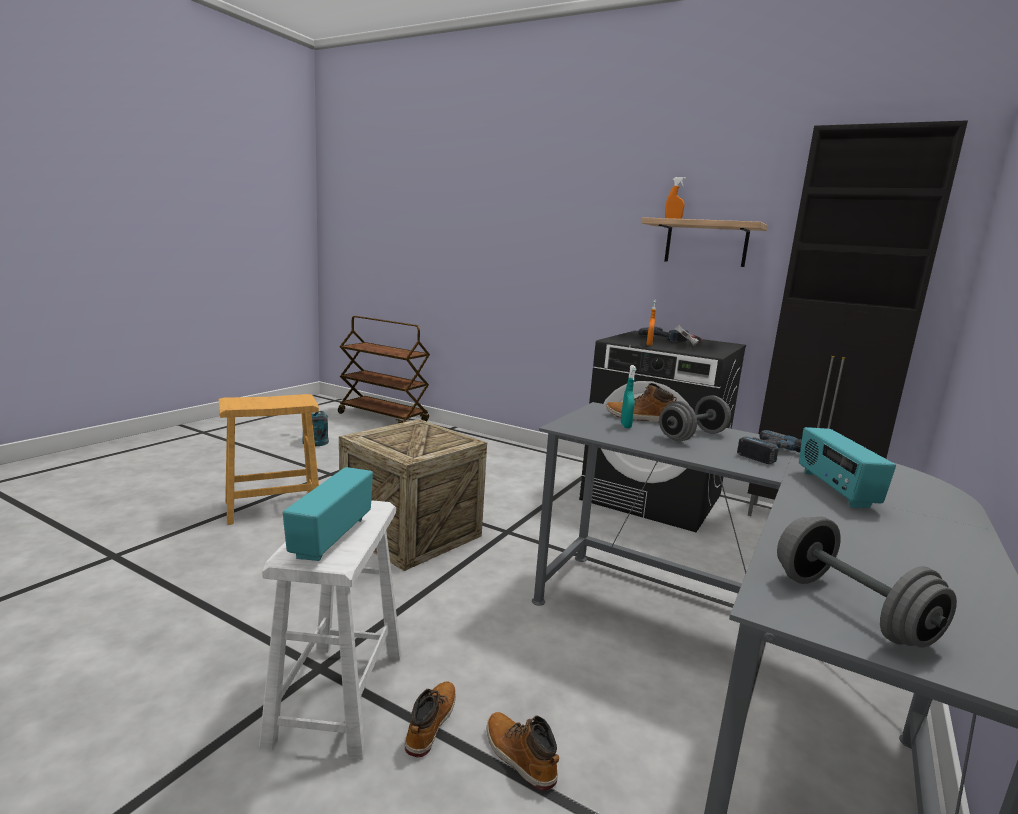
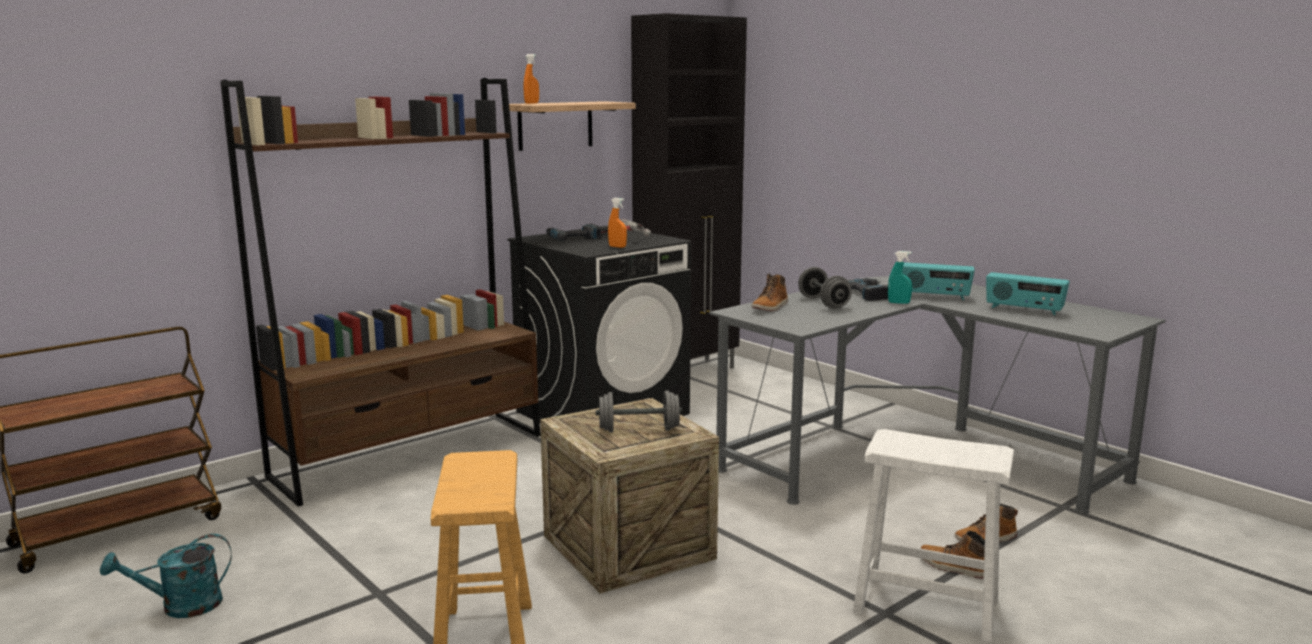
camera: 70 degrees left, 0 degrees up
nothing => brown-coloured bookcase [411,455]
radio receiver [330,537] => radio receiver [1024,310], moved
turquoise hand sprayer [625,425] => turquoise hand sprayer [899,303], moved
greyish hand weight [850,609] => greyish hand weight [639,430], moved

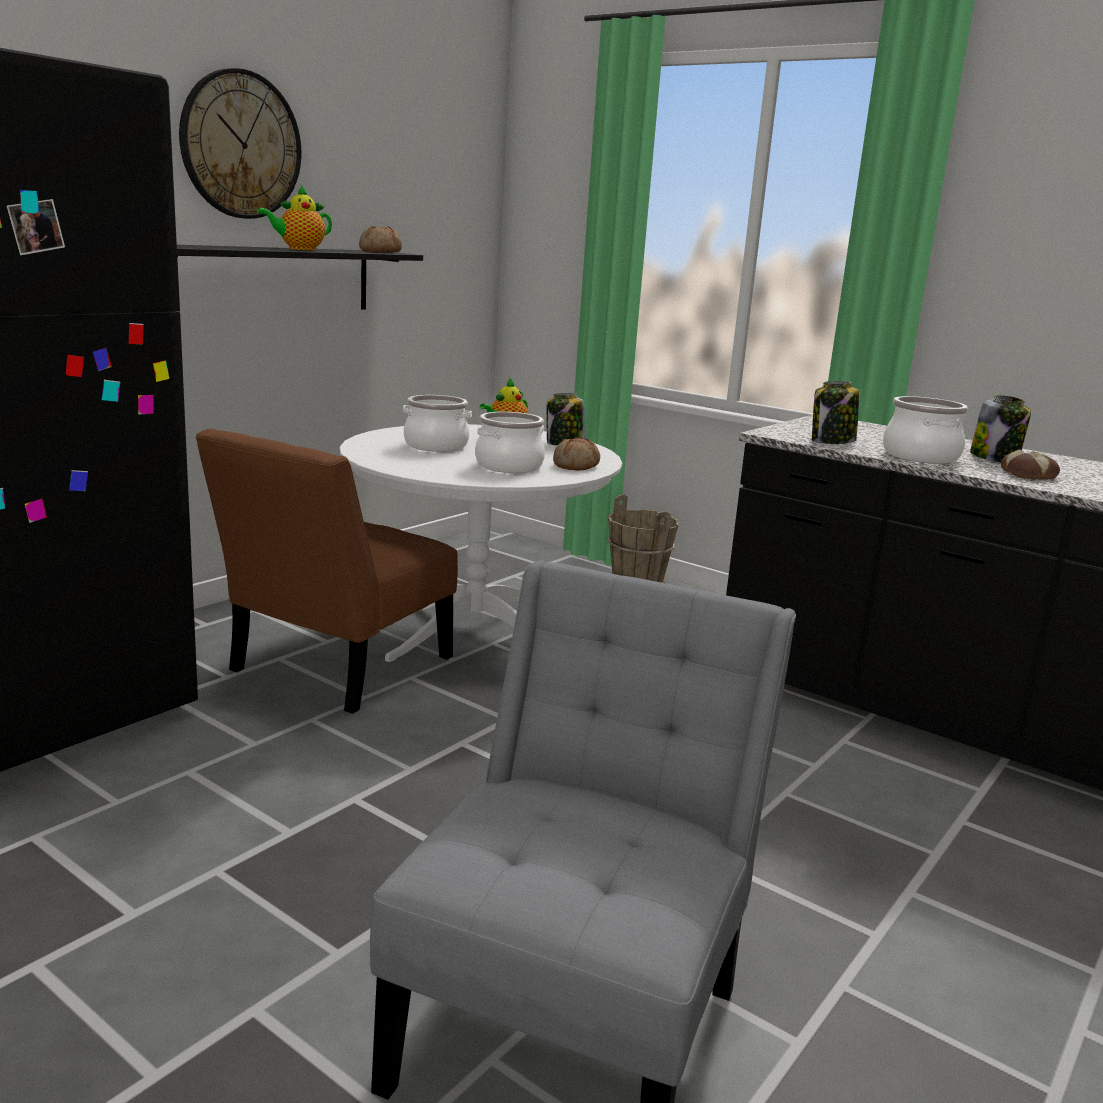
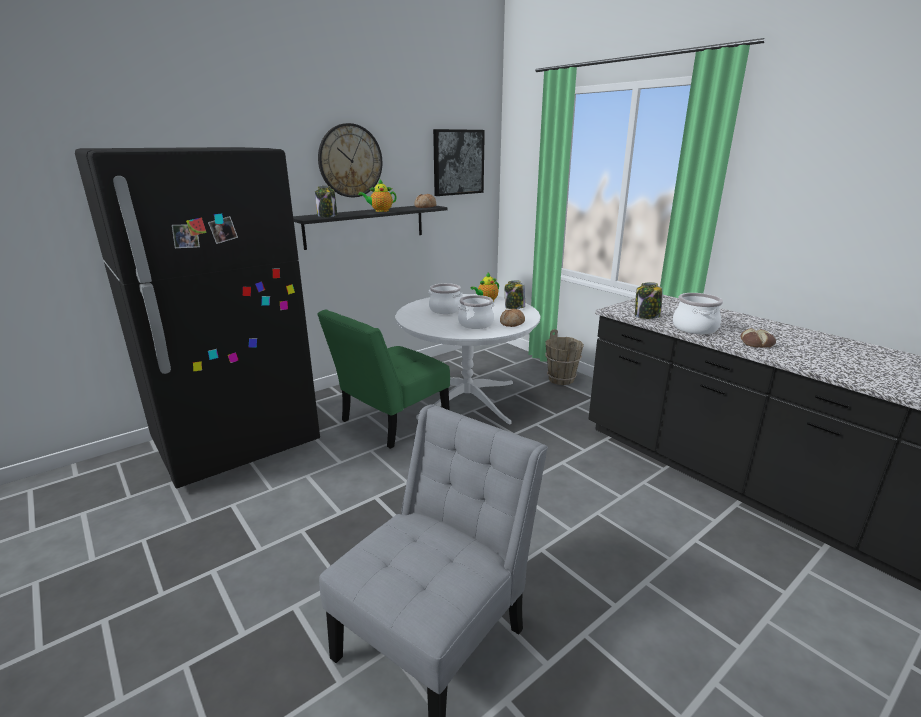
camera: 15 degrees right, 5 degrees up
nothing => wall picture [458,162]
jar [995,458] => jar [327,216], moved
brown-coloured plain chair [334,669] => green-coloured plain chair [390,422]

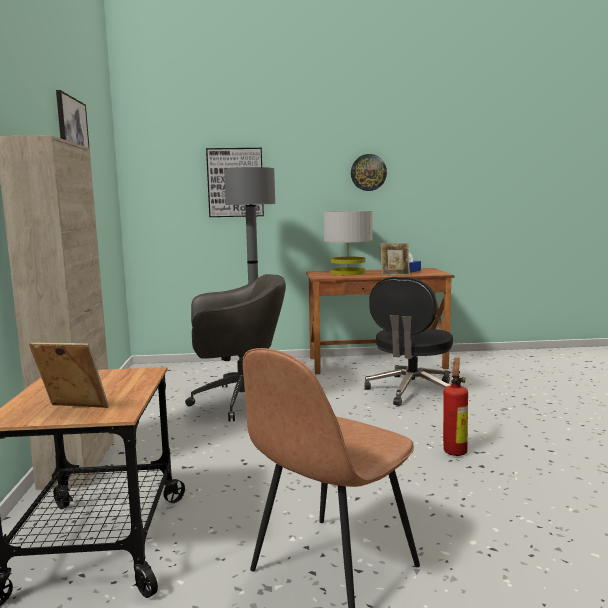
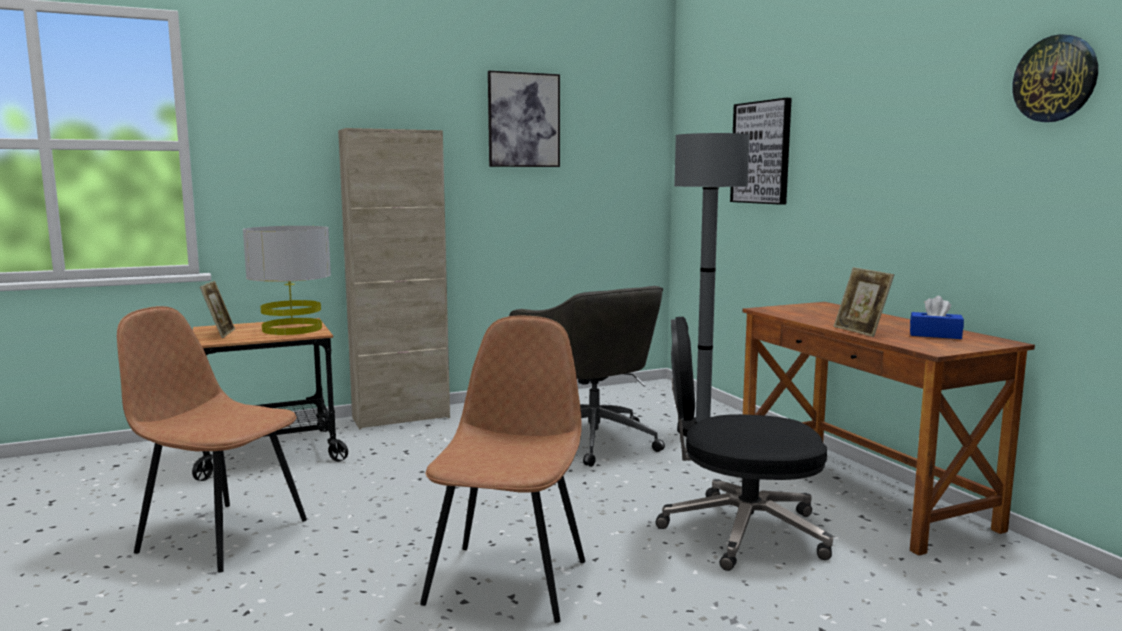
camera: 70 degrees right, 0 degrees up
greyish table lamp [348,273] => greyish table lamp [292,329], moved
wall clock [368,172] => wall clock [1055,79], moved
extinguisher [455,450] => brown-coloured plain chair [509,580]

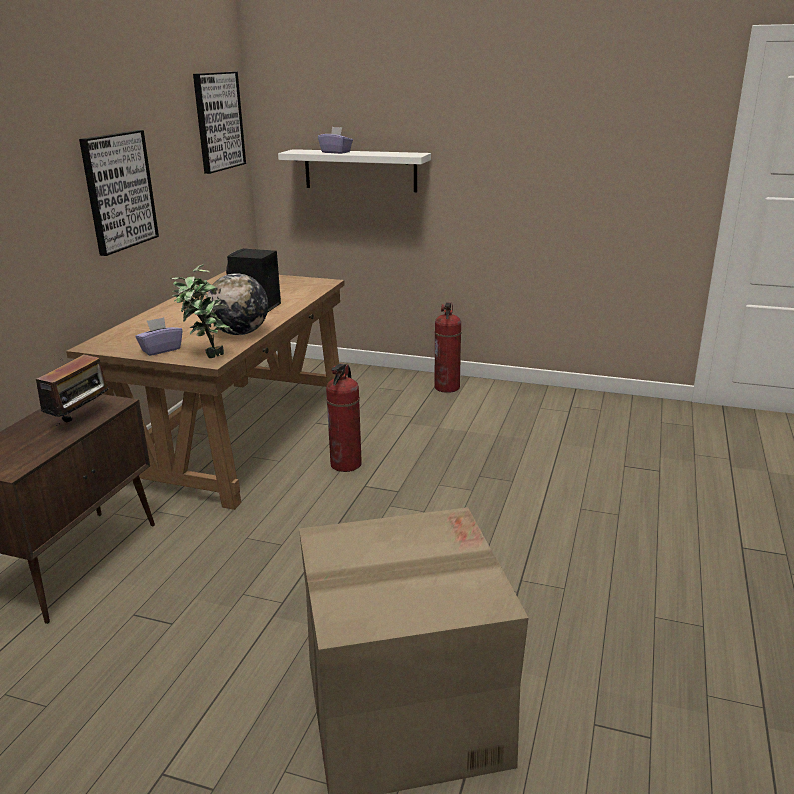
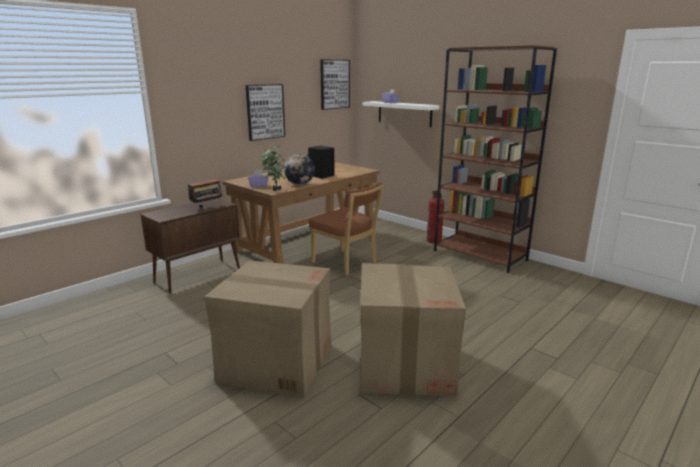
camera: 25 degrees right, 5 degrees down
nothing => carton [405,364]
nothing => brown-coloured bookcase [480,255]
extinguisher [346,464] => brown-coloured plain chair [346,264]

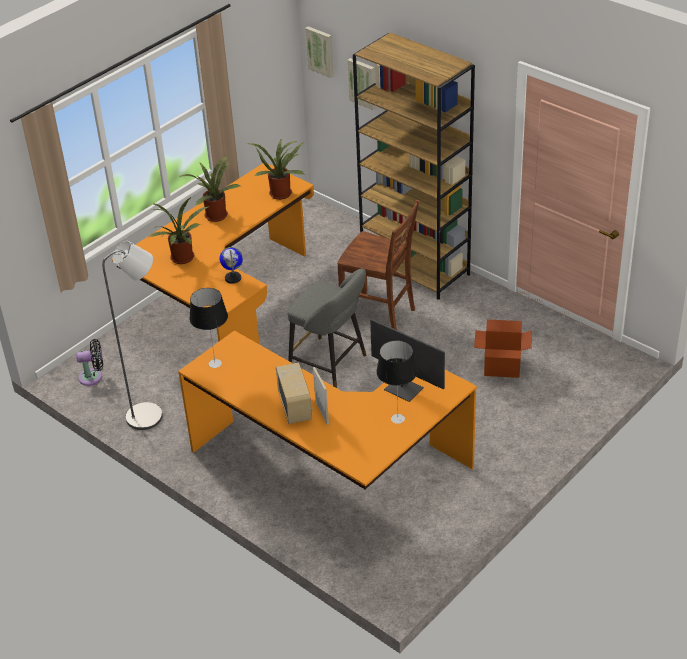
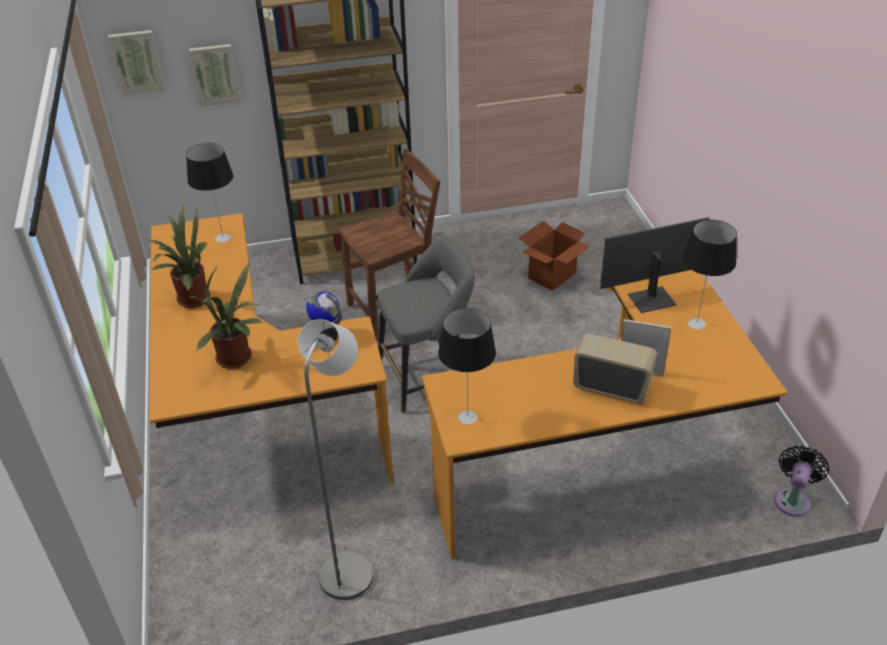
camera: 55 degrees left, 0 degrees up
black-coloured fan [93,377] => black-coloured fan [792,499], moved
plant in a pot [281,192] => table lamp [223,238]

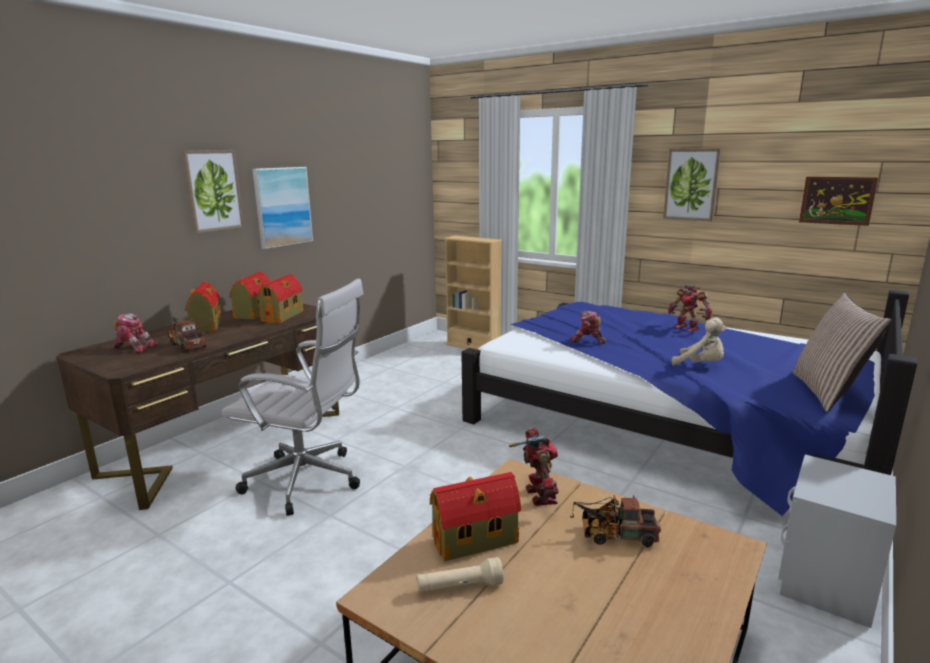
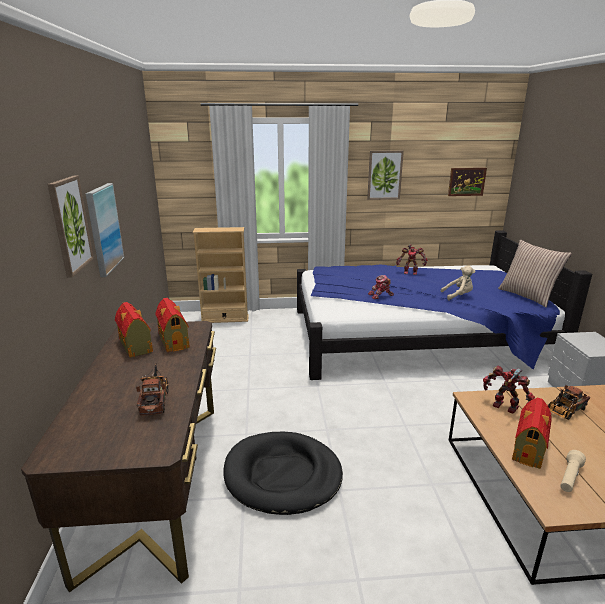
camera: 40 degrees left, 5 degrees up
robot figure [134,348] => nothing
toy house [206,326] => nothing
whitish computer chair [308,481] => black-coloured dog bed [282,475]
toy truck [186,344] => toy truck [155,400], 75 degrees clockwise

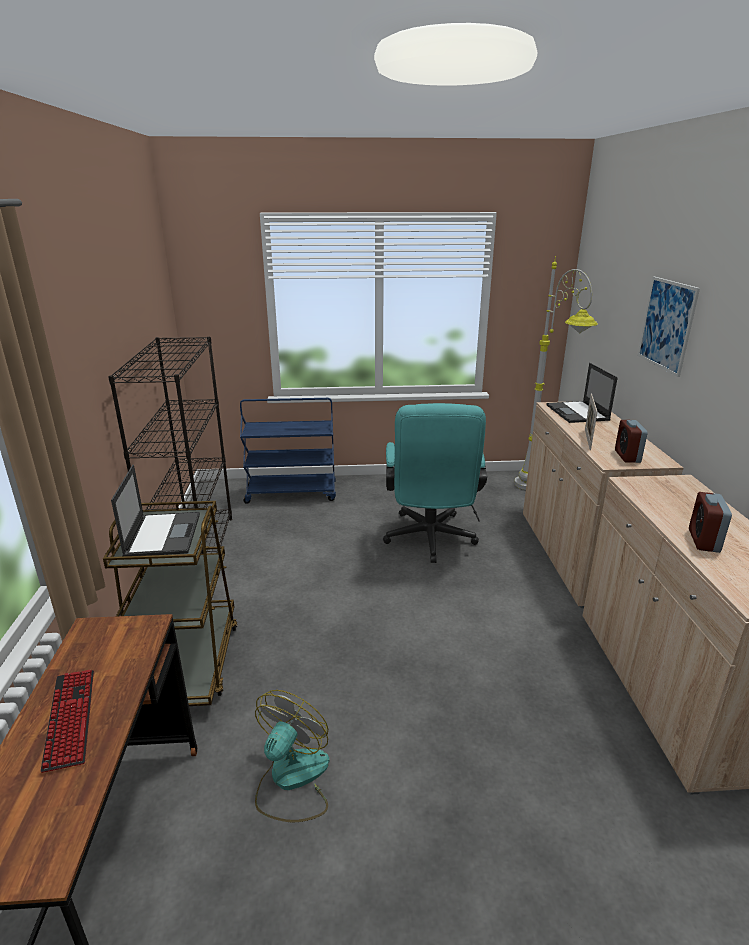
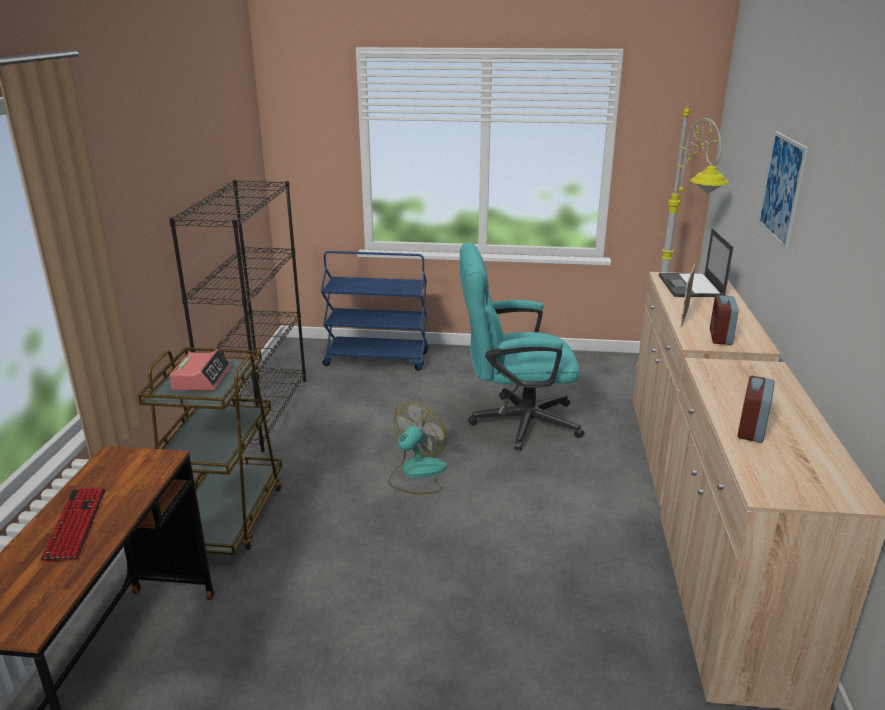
camera: 10 degrees right, 0 degrees up
fan [291,780] => fan [416,474], moved
laptop [163,534] => bedside clock [202,378]
turquoise computer chair [430,541] => turquoise computer chair [514,422], 75 degrees clockwise

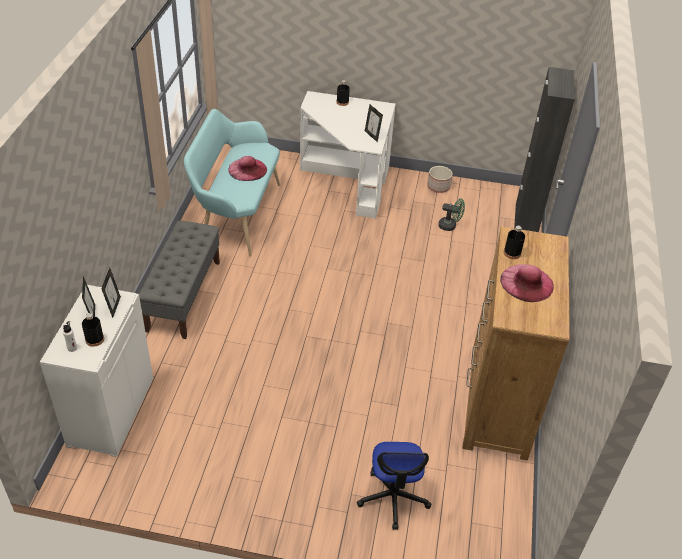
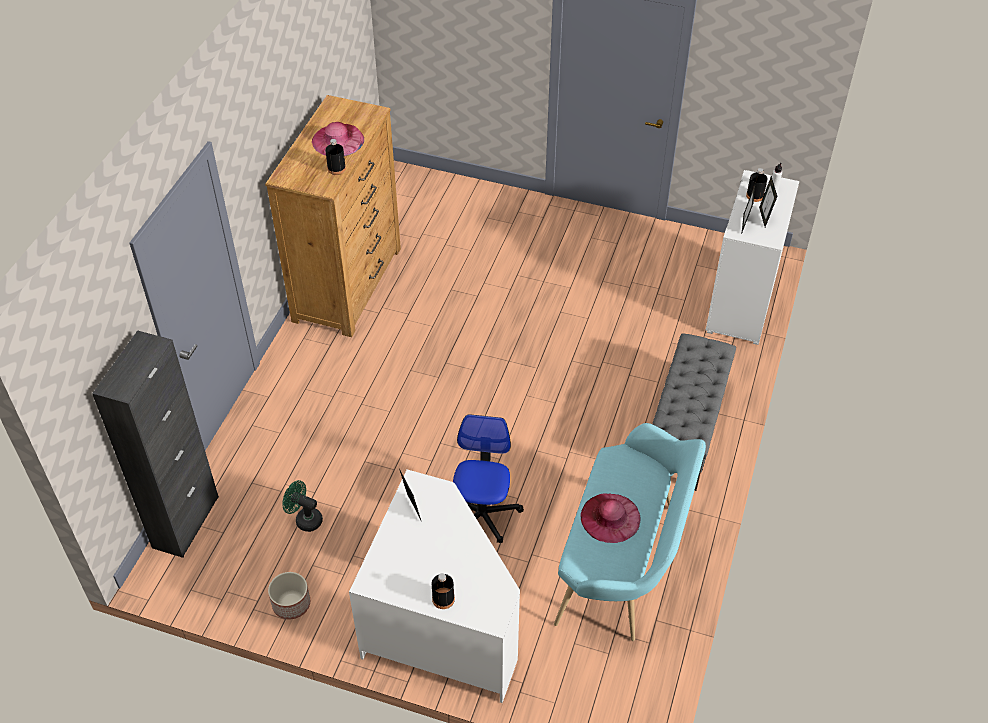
camera: 170 degrees left, 5 degrees up
computer chair [393,497] => computer chair [482,514], moved

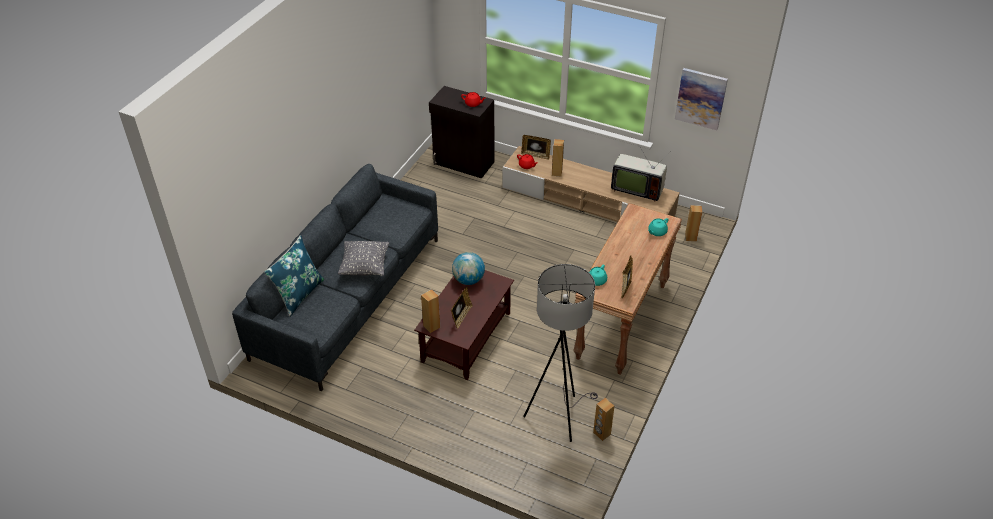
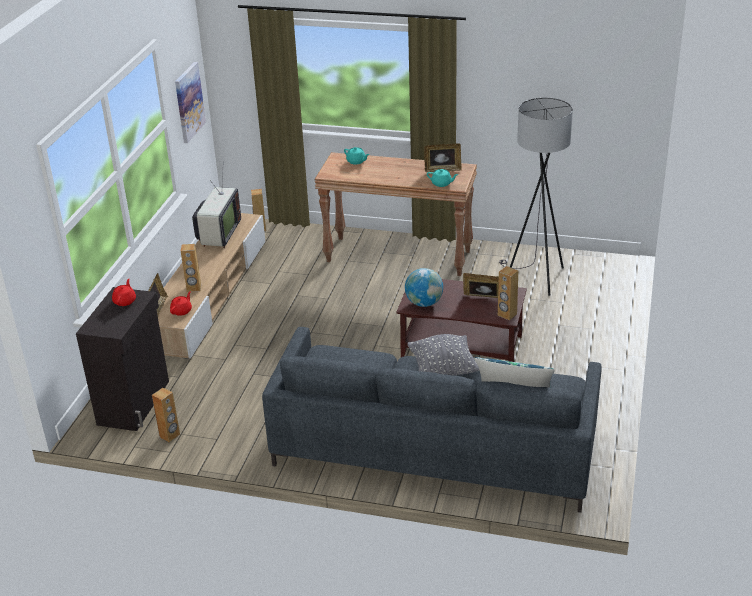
camera: 100 degrees left, 10 degrees down
brown-coloured audio speaker [601,433] => brown-coloured audio speaker [170,436], moved

